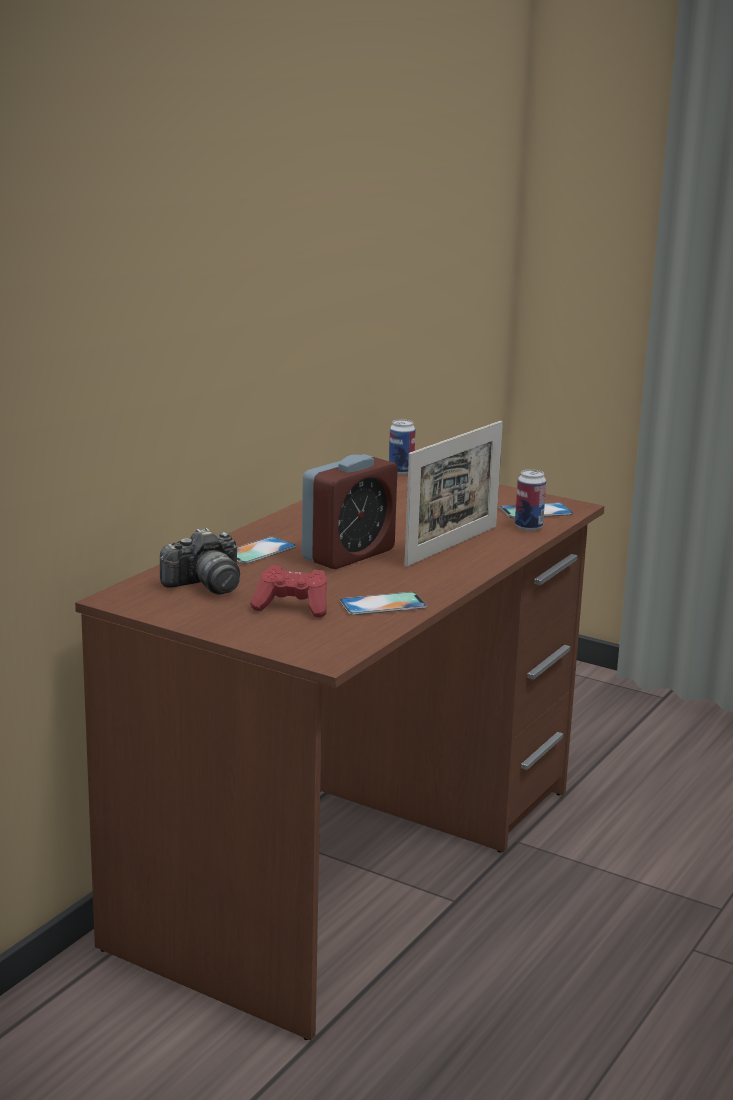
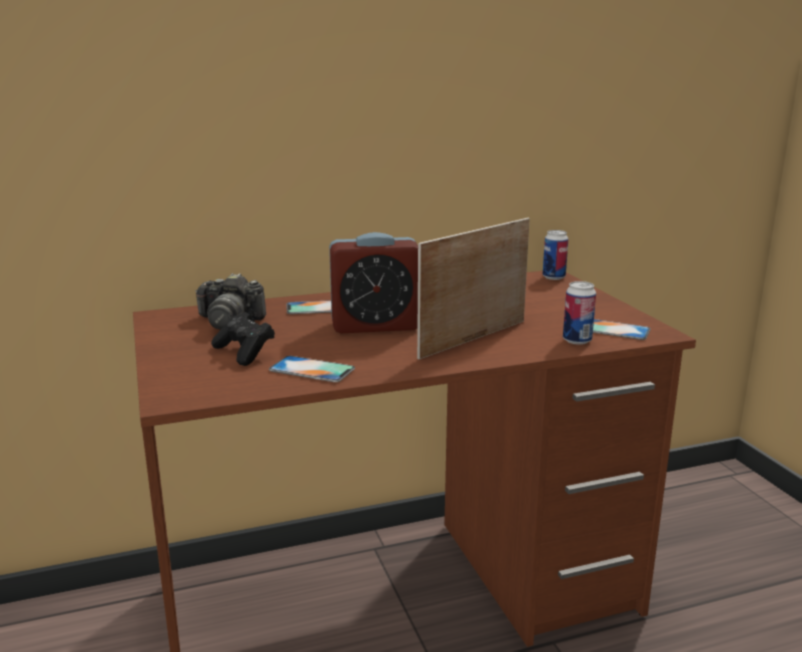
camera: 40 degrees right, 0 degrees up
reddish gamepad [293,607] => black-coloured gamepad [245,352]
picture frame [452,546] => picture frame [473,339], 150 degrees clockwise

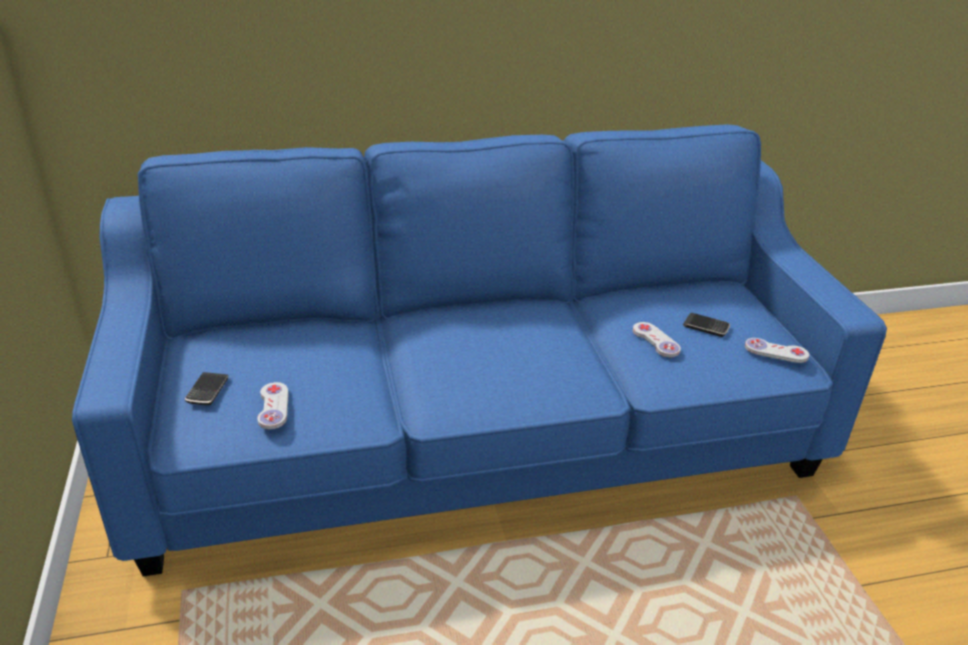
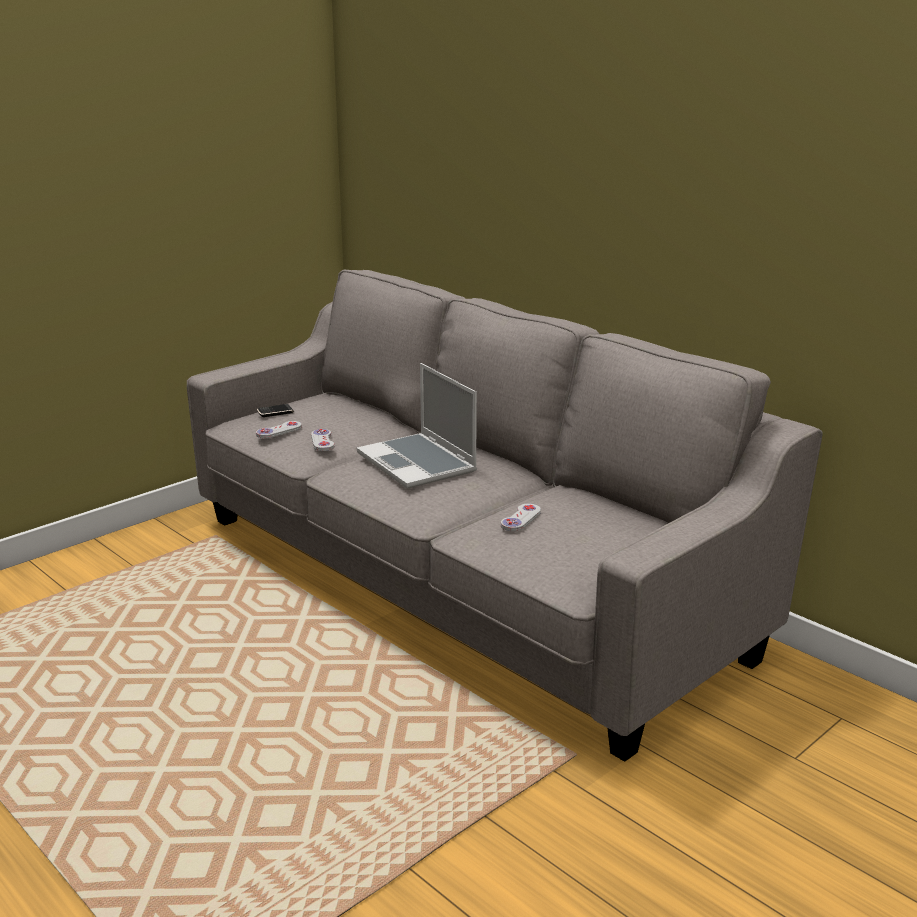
camera: 60 degrees right, 10 degrees down
phone [706,327] => nothing
nothing => laptop [418,463]
whitish gamepad [776,352] => whitish gamepad [322,441], moved
blue settee [481,443] => greyish settee [460,583]

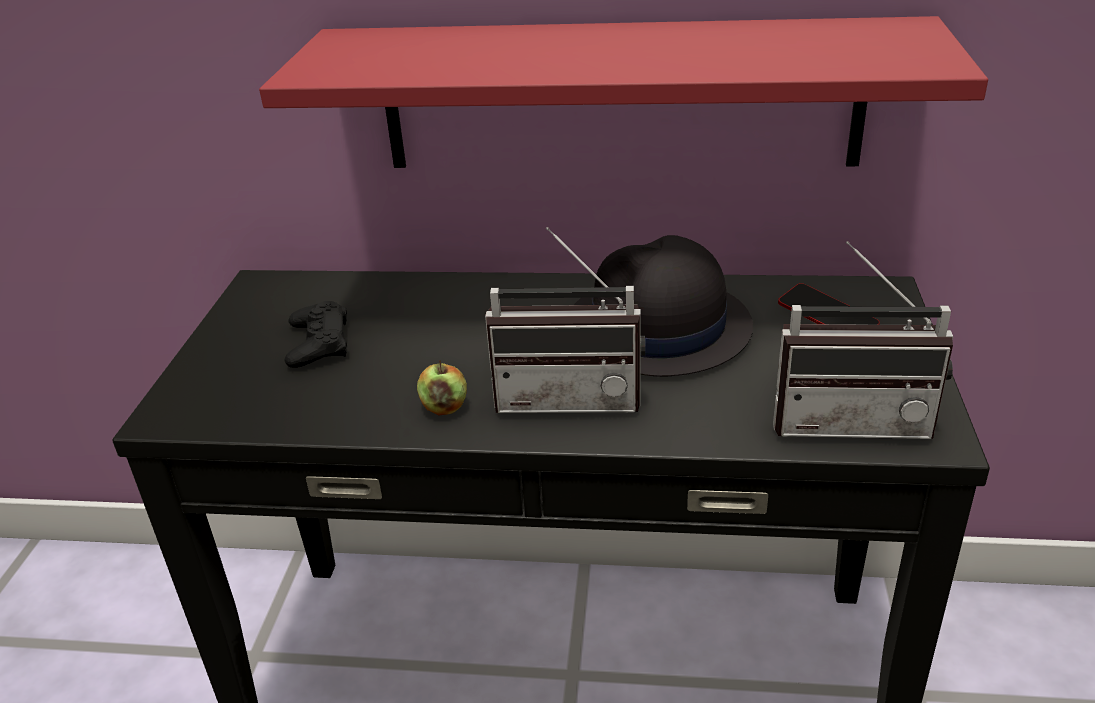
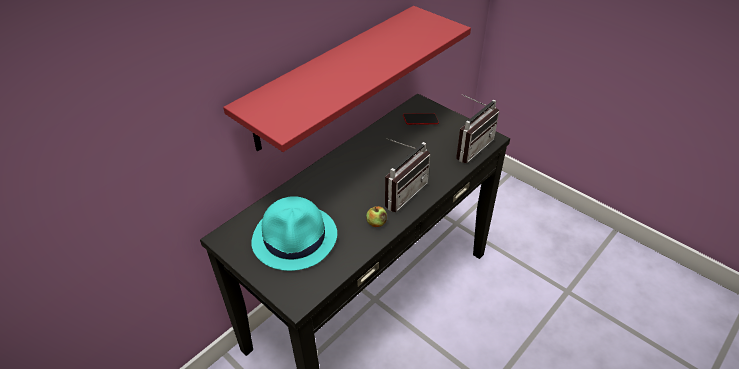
camera: 55 degrees left, 10 degrees up
black-coloured clothing hat [657,328] => nothing
black-coloured gamepad [318,343] => turquoise clothing hat [295,237]

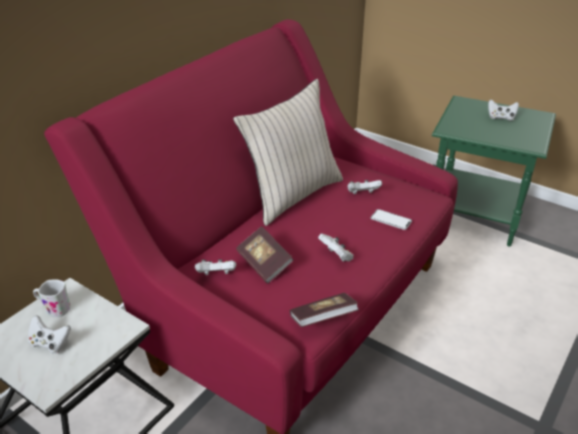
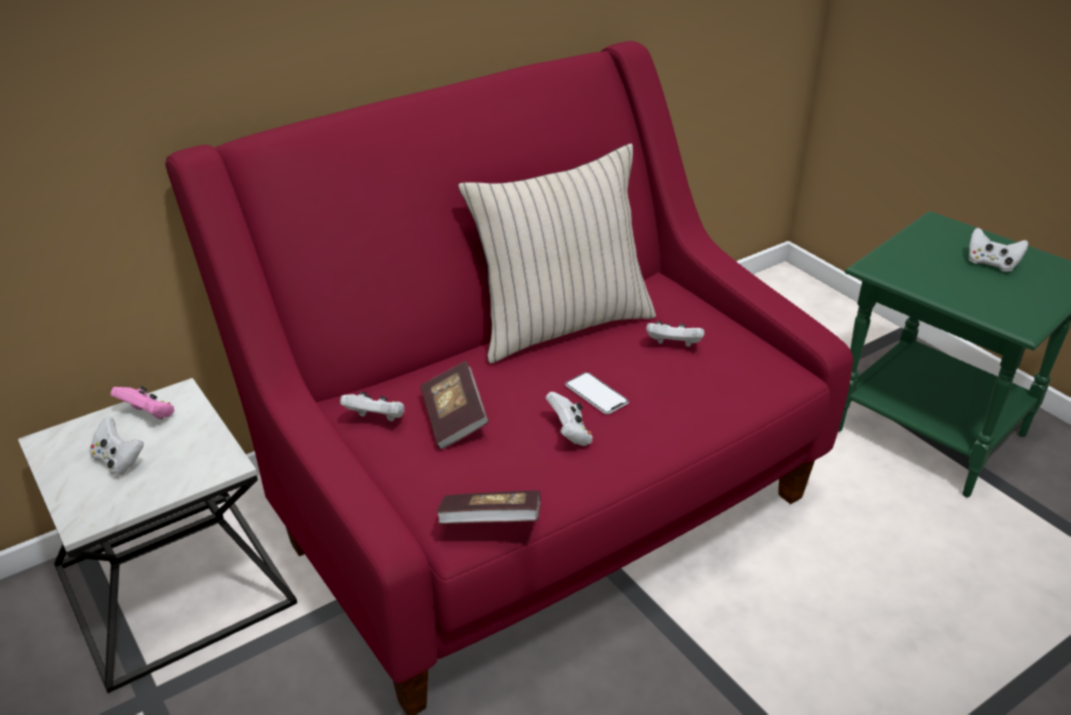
camera: 20 degrees right, 0 degrees up
phone [391,220] => phone [596,394], moved
whitish tea mug [54,308] => pinkish gamepad [148,415]

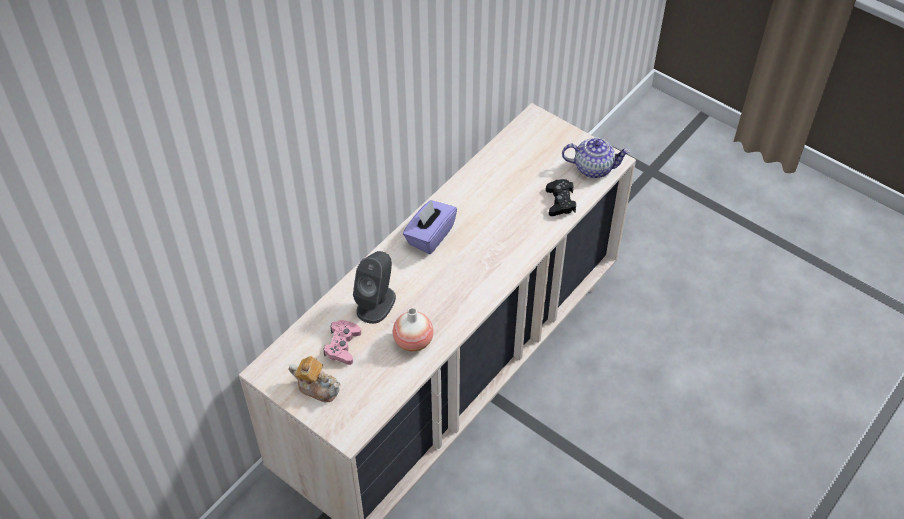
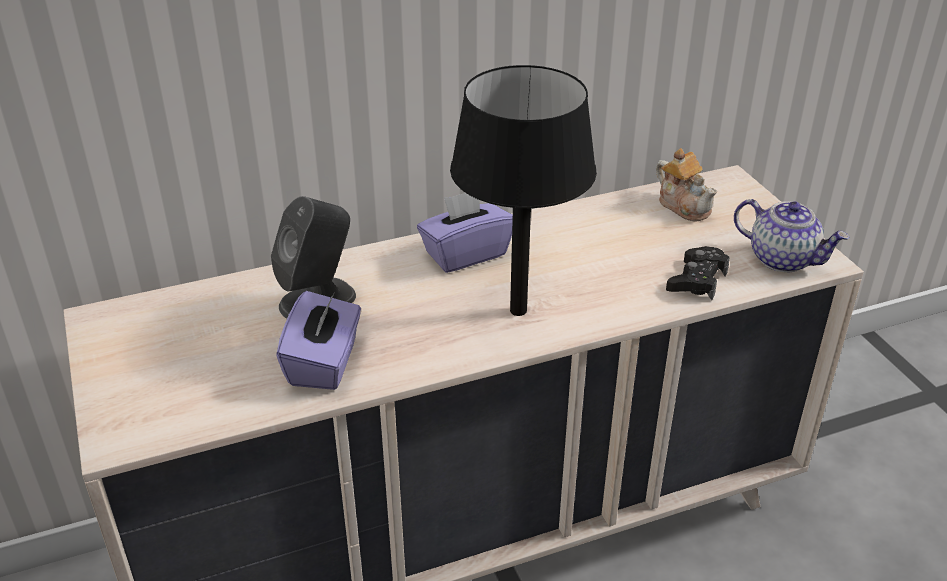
camera: 30 degrees right, 15 degrees down
pinkish gamepad [342,345] => nothing
nothing => black-coloured table lamp [518,311]
tea pot [317,387] => tea pot [684,205], moved
flower vase [413,341] => purple-coloured tissue box [324,363]

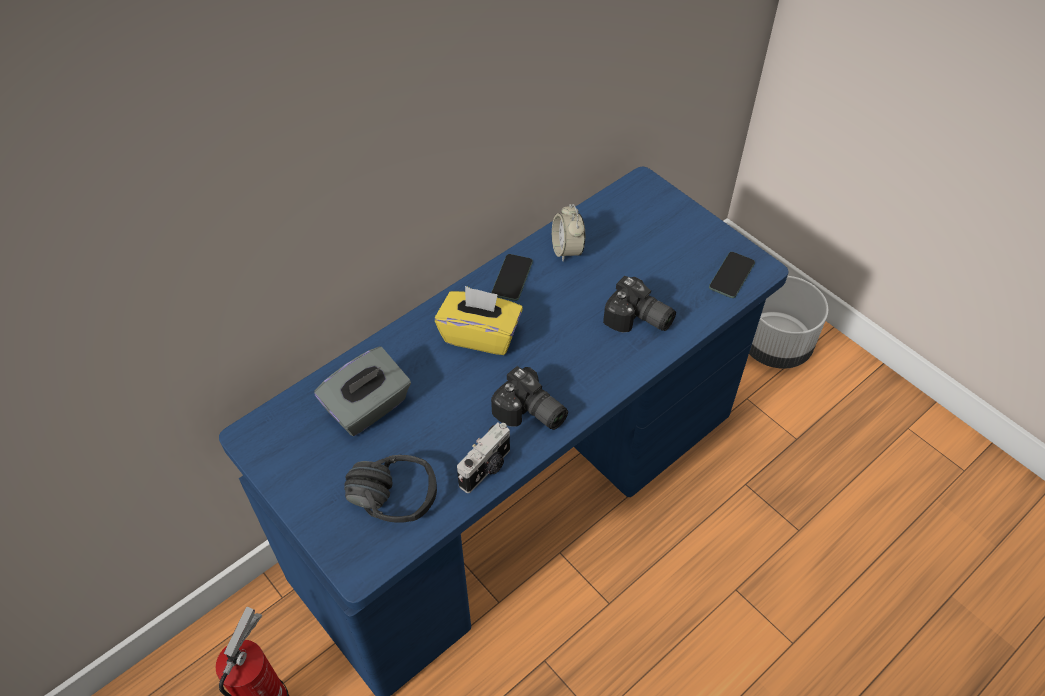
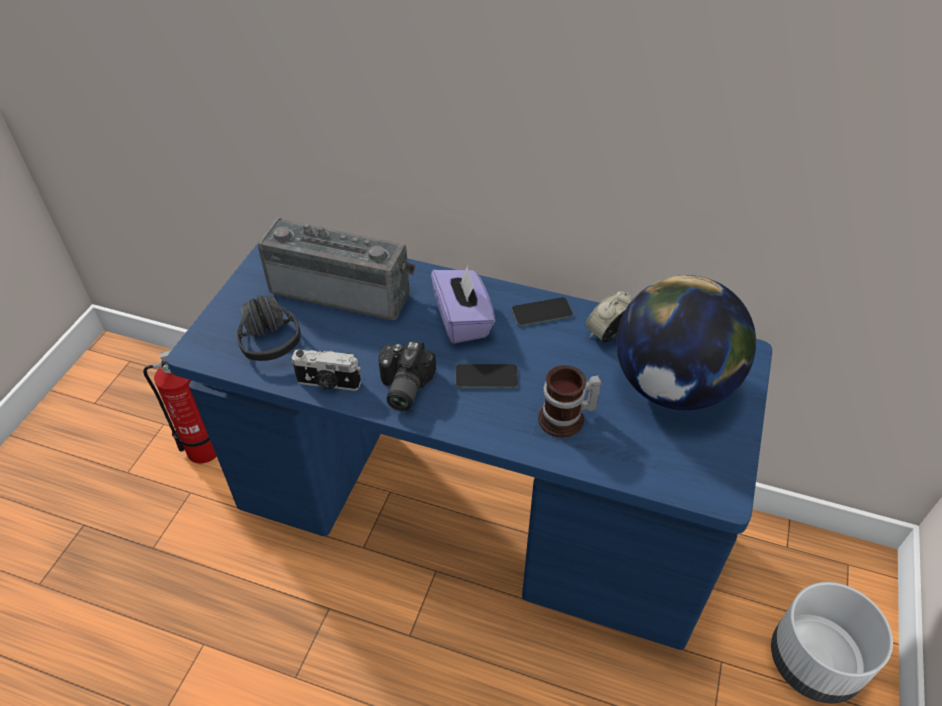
camera: 60 degrees right, 5 degrees down
nothing => world globe [672,386]
phone [731,275] => phone [486,377], moved
greyish tissue box [368,408] => radio receiver [343,289]
still camera [638,320] => tea mug [566,420]
yellow tissue box [480,335] => purple-coloured tissue box [463,320]

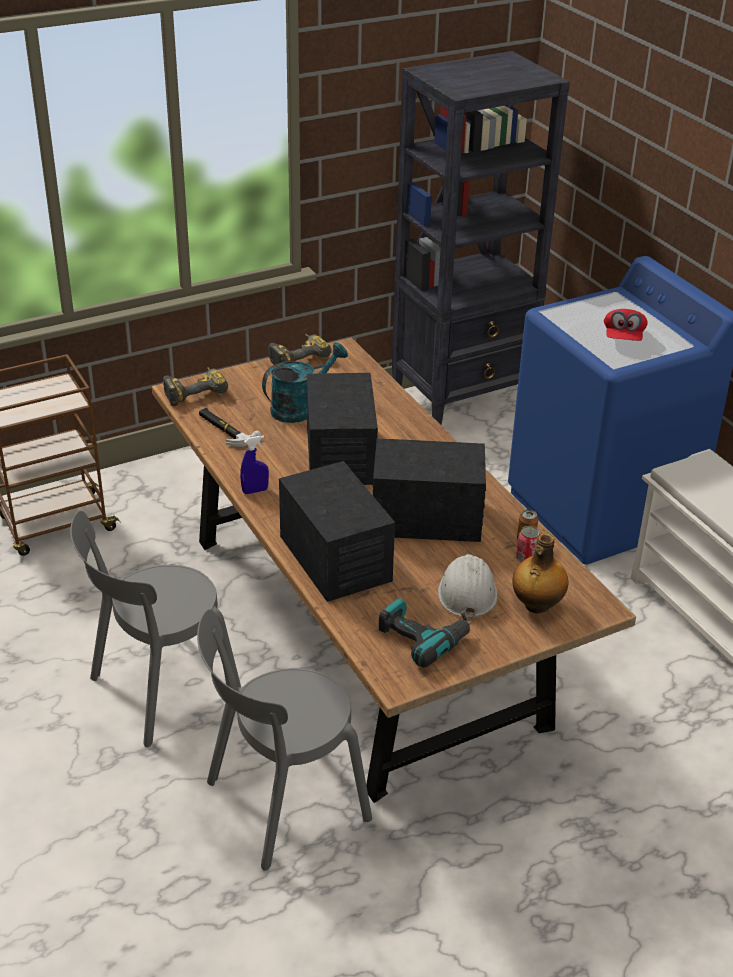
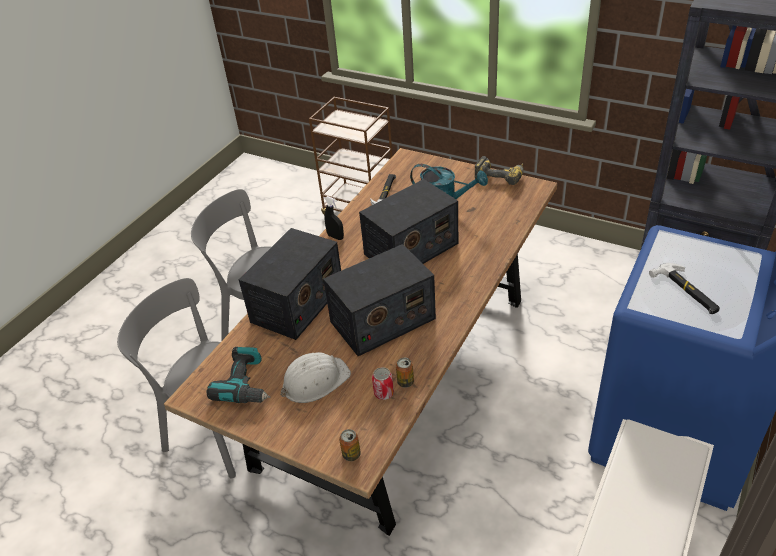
camera: 60 degrees right, 5 degrees up
electric drill [194,391] => nothing
drink bottle [536,605] => nothing
nothing => sealed can [351,454]
reddish peaked cap [623,338] => hand hammer [686,291]
blue hand sprayer [255,491] => black-coloured hand sprayer [335,237]
radio receiver [427,518] => radio receiver [382,320], 90 degrees clockwise

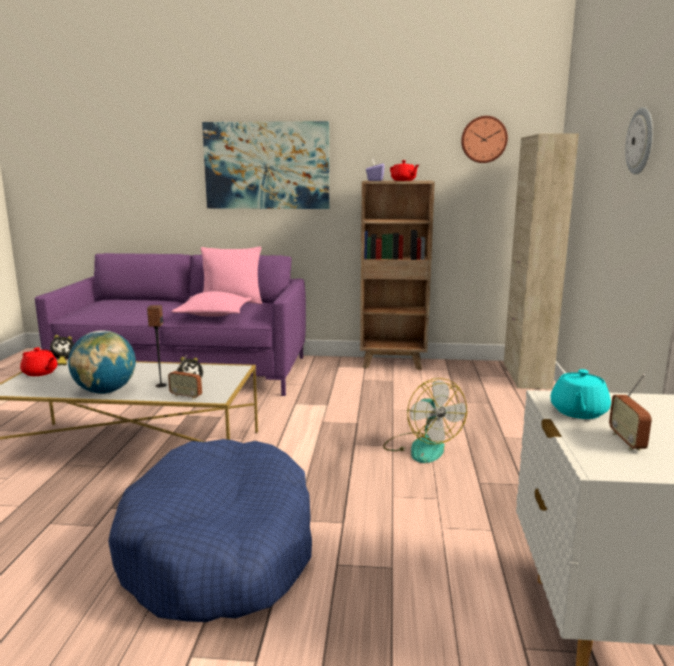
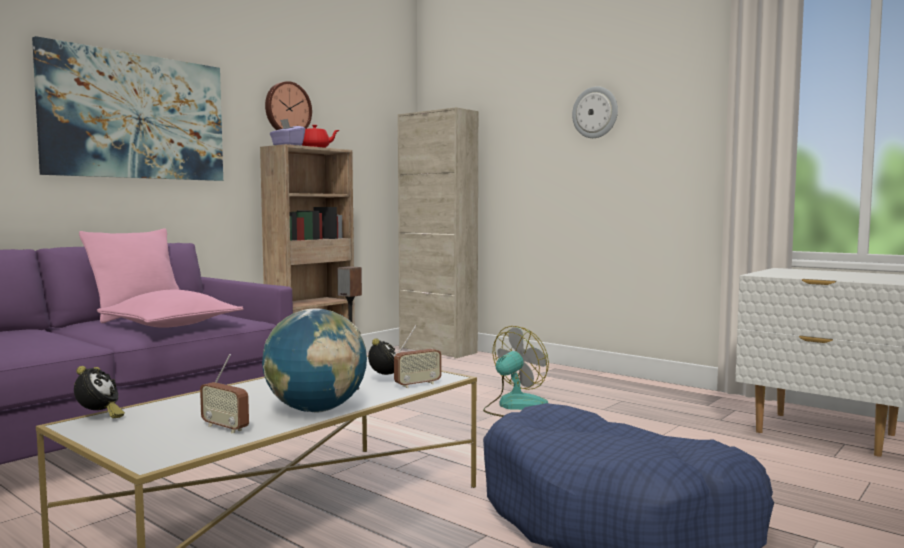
camera: 55 degrees left, 10 degrees down
reddish tea pot [40,373] => nothing
turquoise tea pot [578,412] => nothing
wall clock [483,139] => wall clock [287,109], moved
radio receiver [627,441] => radio receiver [225,428], moved
fan [421,447] => fan [515,407], 60 degrees counterclockwise

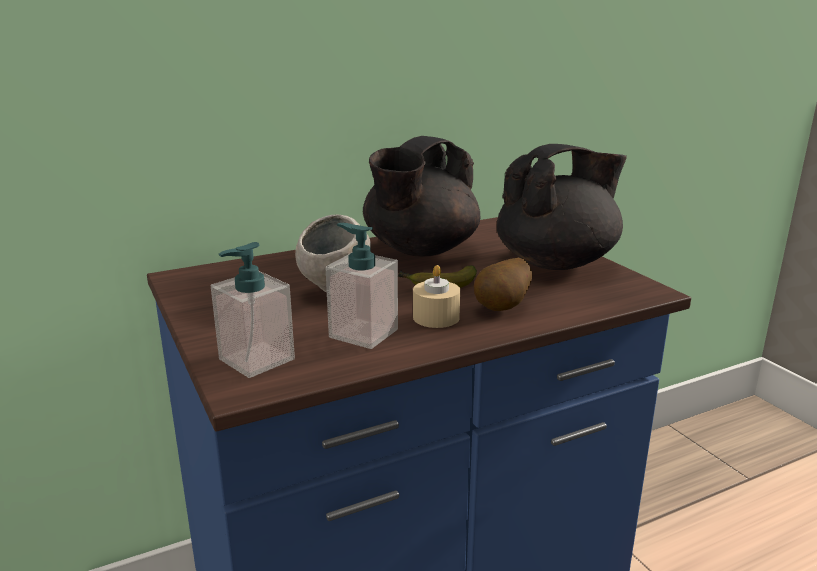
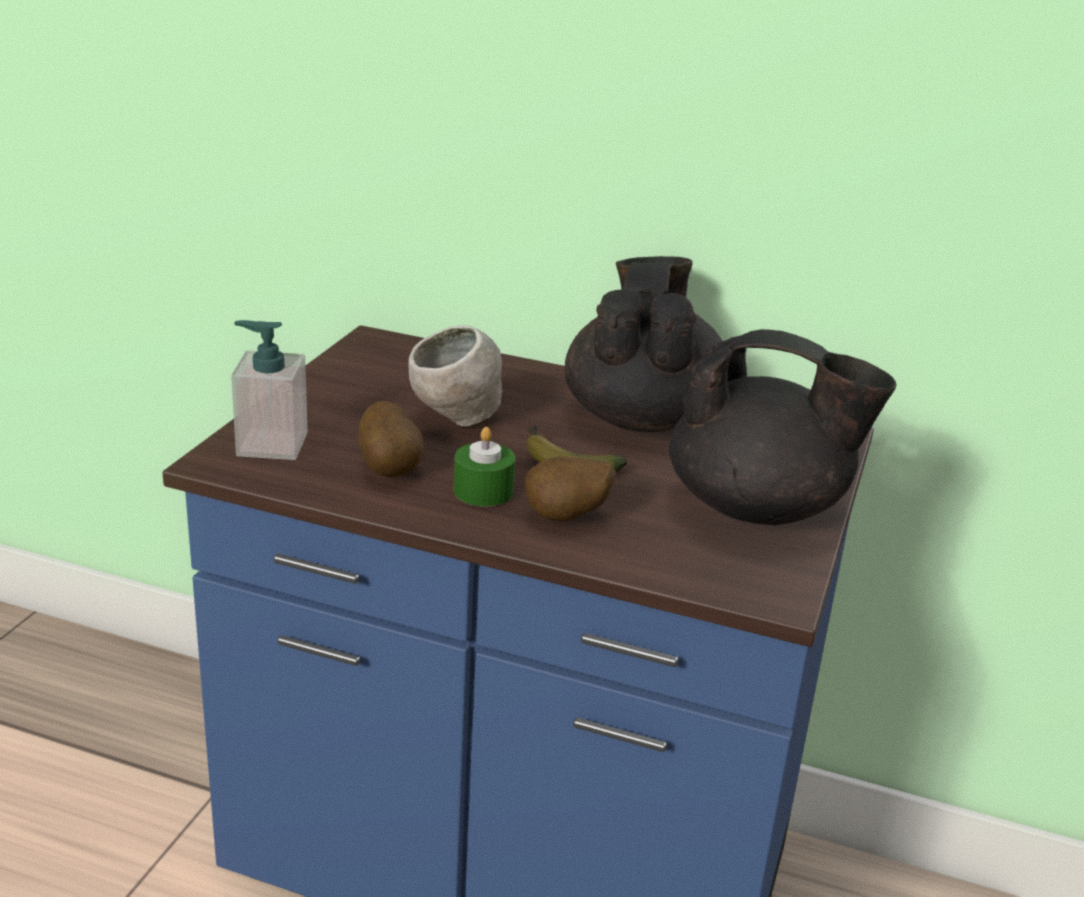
camera: 45 degrees right, 5 degrees up
liquid soap bottle [363,333] => whole potato [391,469]
sand-coloured wax candle [436,317] => green-coloured wax candle [483,491]
black-coloured tea pot [419,250] => black-coloured tea pot [642,417], 105 degrees clockwise

